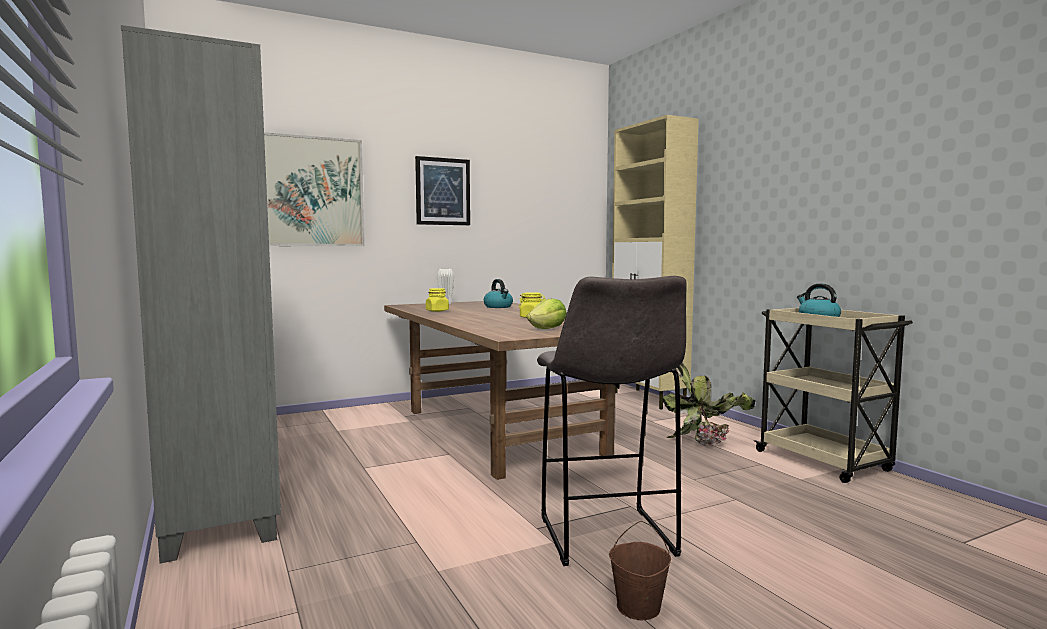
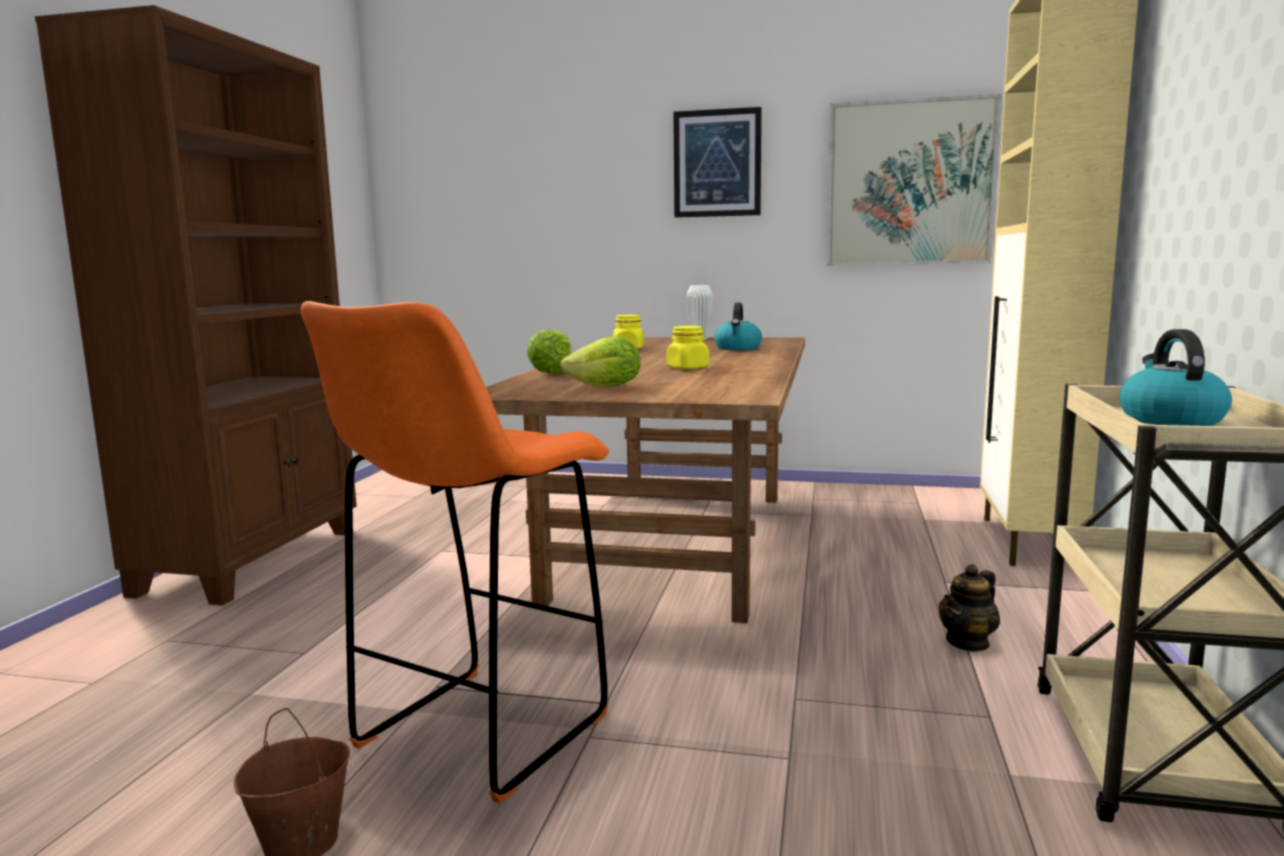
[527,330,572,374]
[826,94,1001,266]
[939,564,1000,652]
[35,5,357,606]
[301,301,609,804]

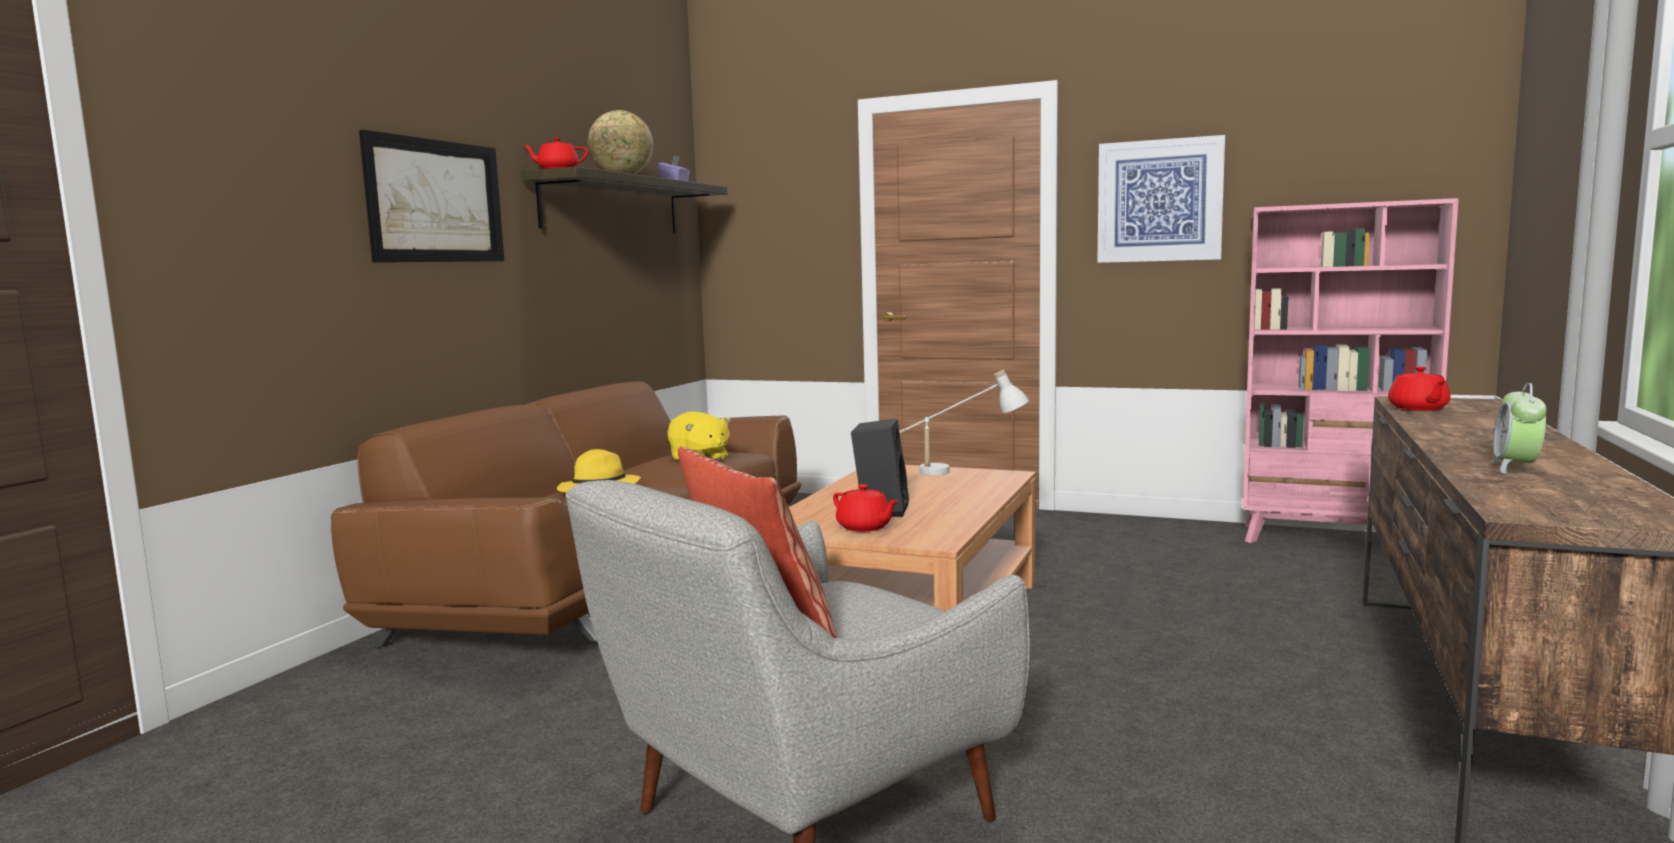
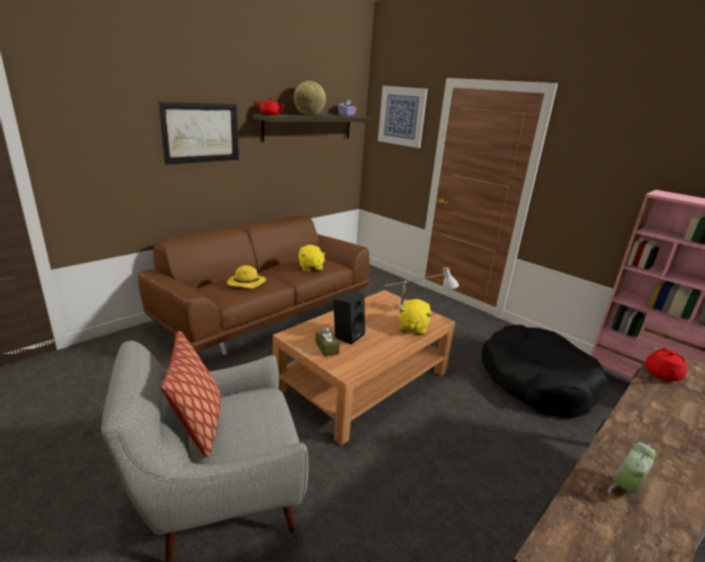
[399,299,432,335]
[482,325,607,418]
[378,86,428,148]
[315,327,340,357]

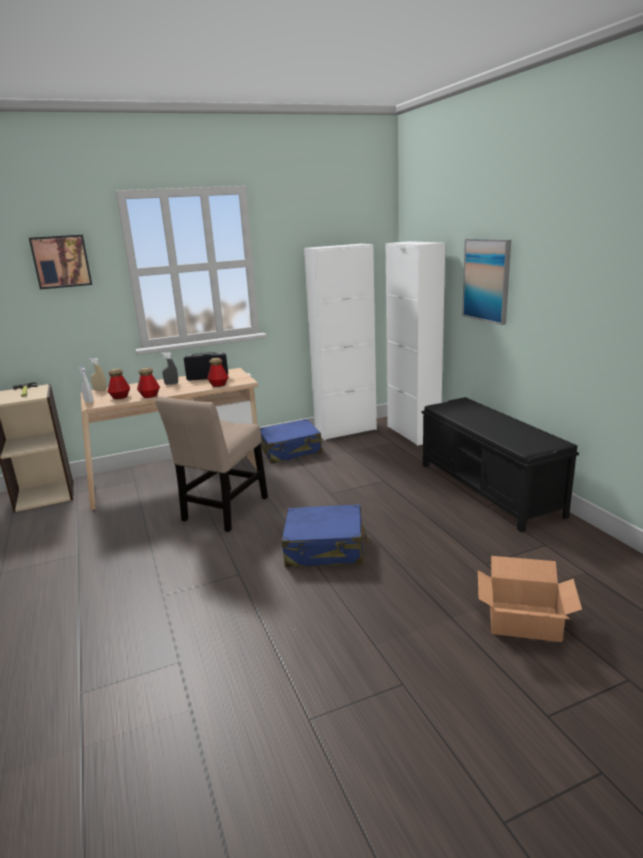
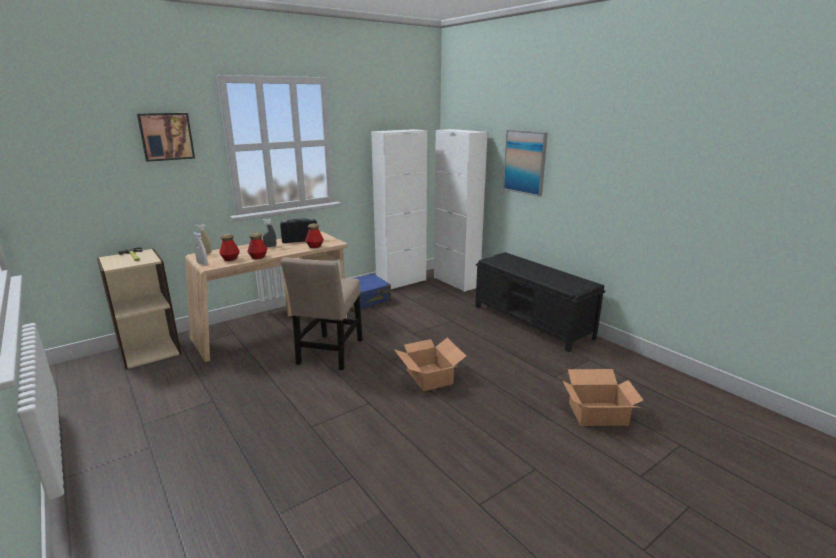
[394,338,466,391]

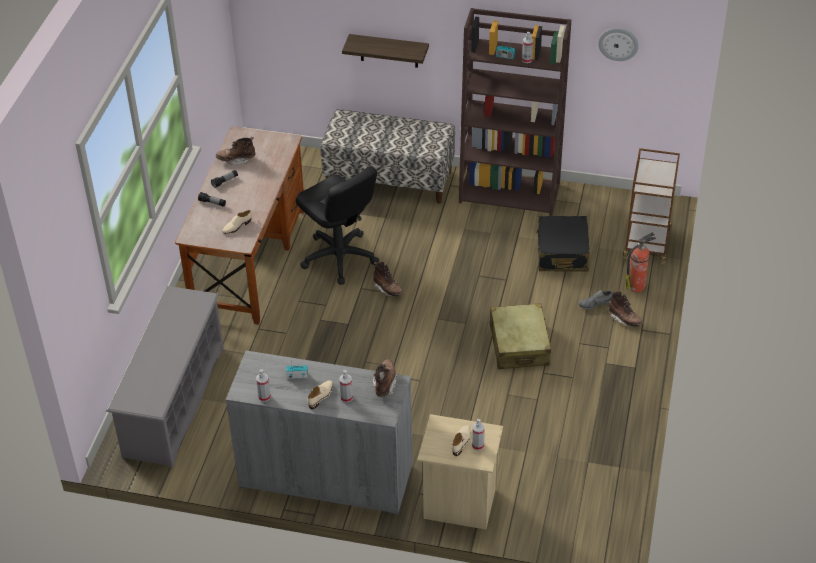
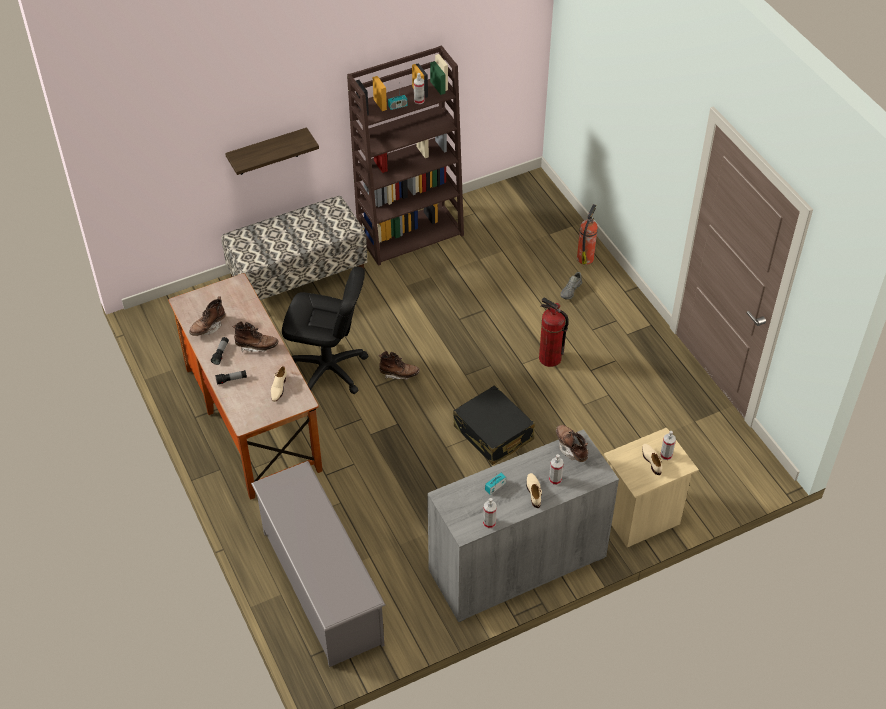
[598,28,639,61] (first image)
[623,148,680,266] (first image)
[453,385,535,465]
[232,321,278,352]
[539,297,569,367]

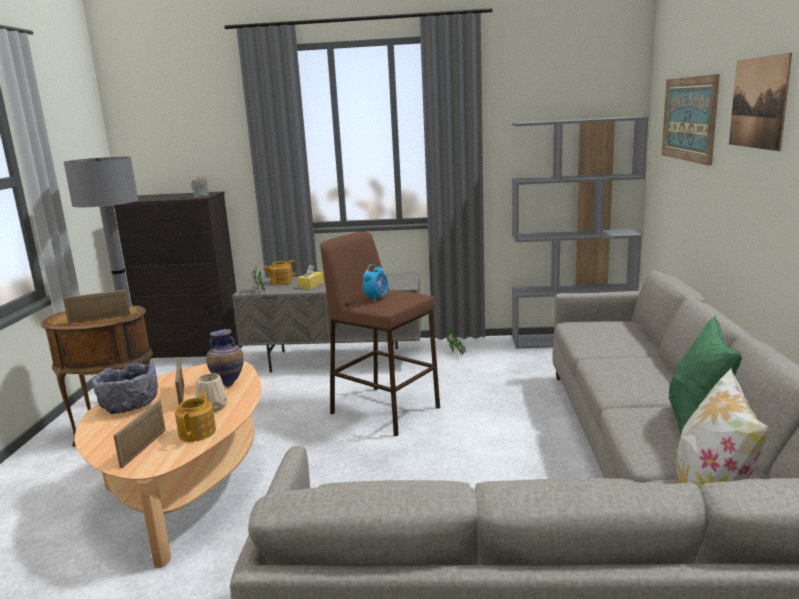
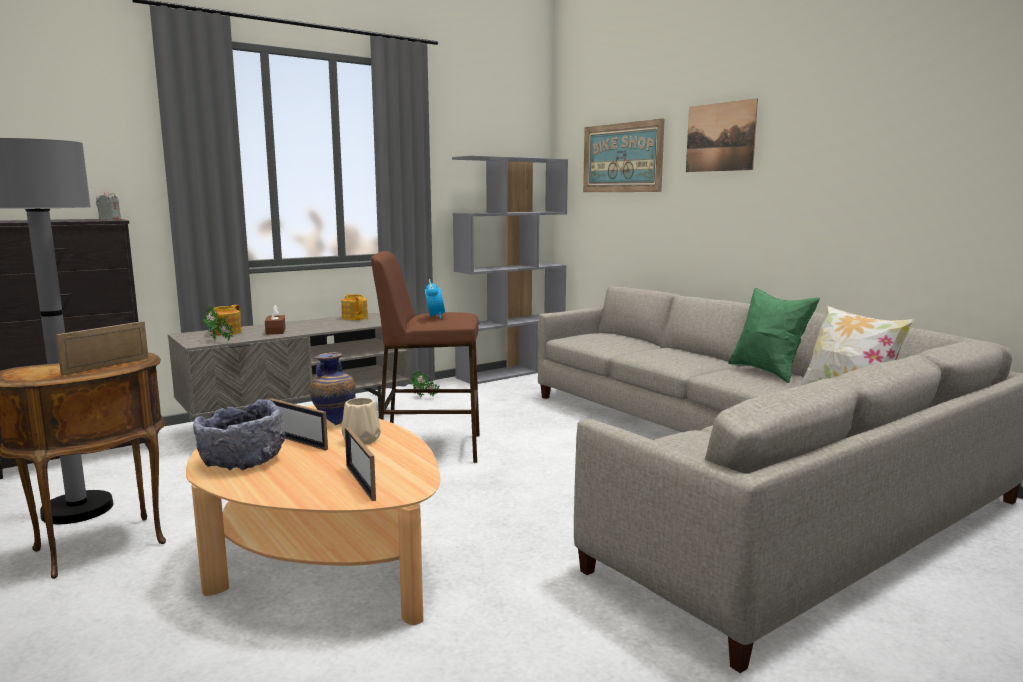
[341,294,368,320]
[265,305,286,335]

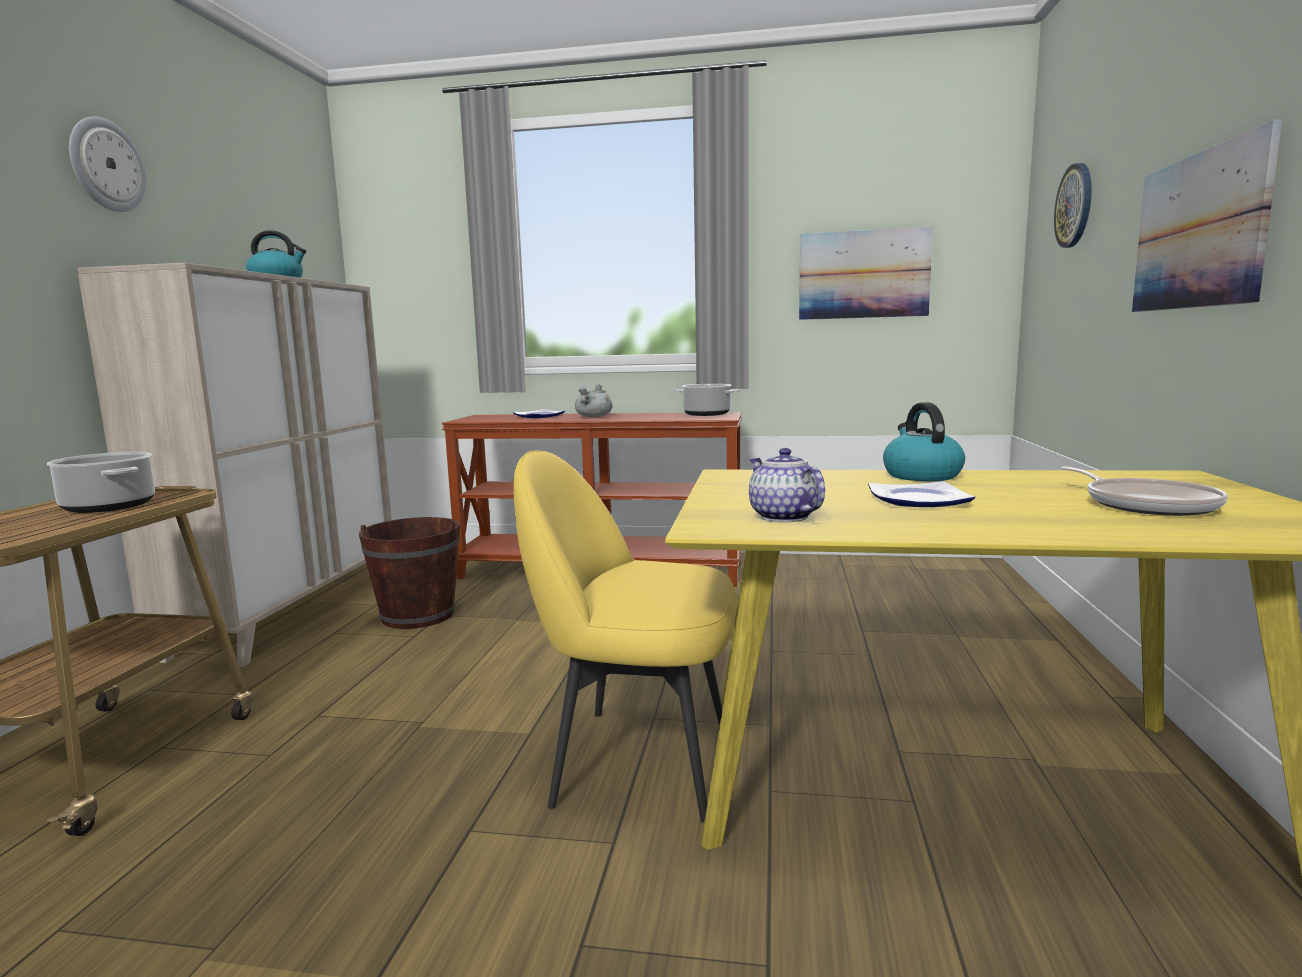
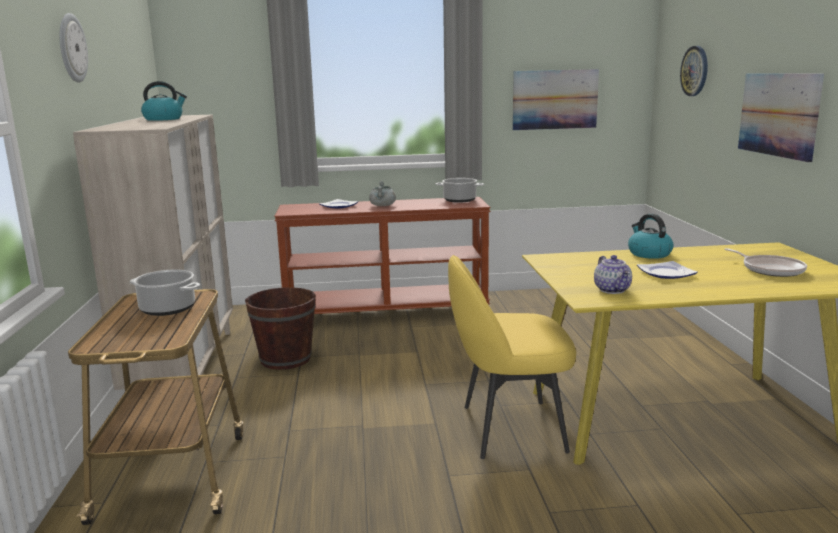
[594,255,632,294]

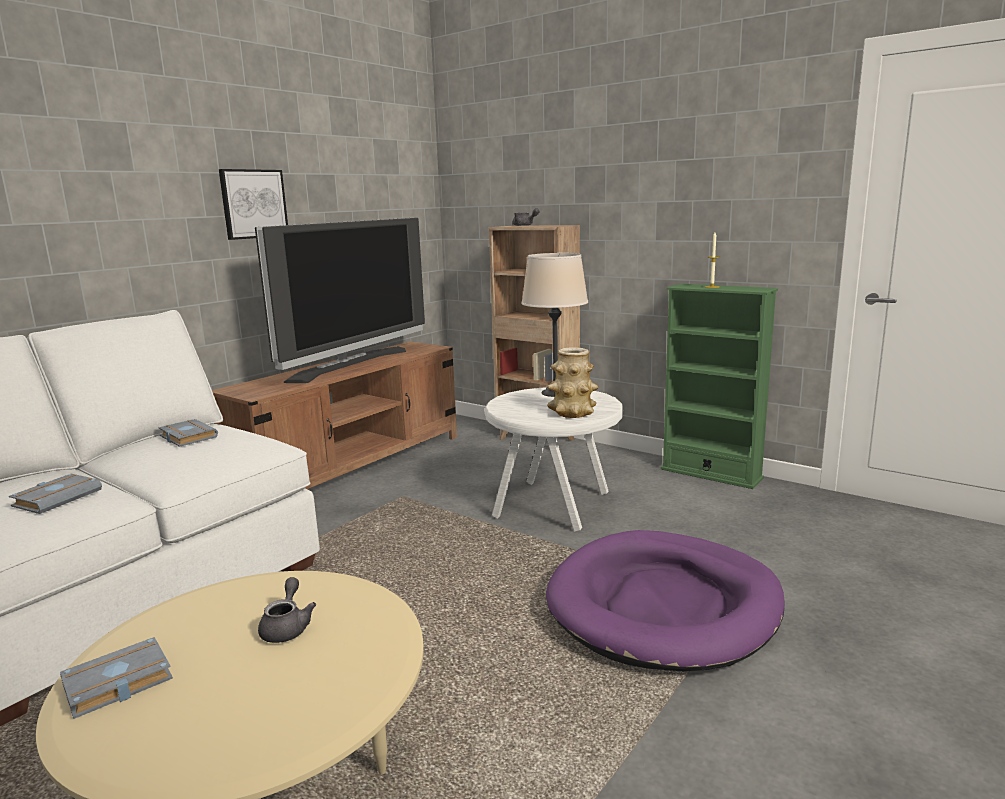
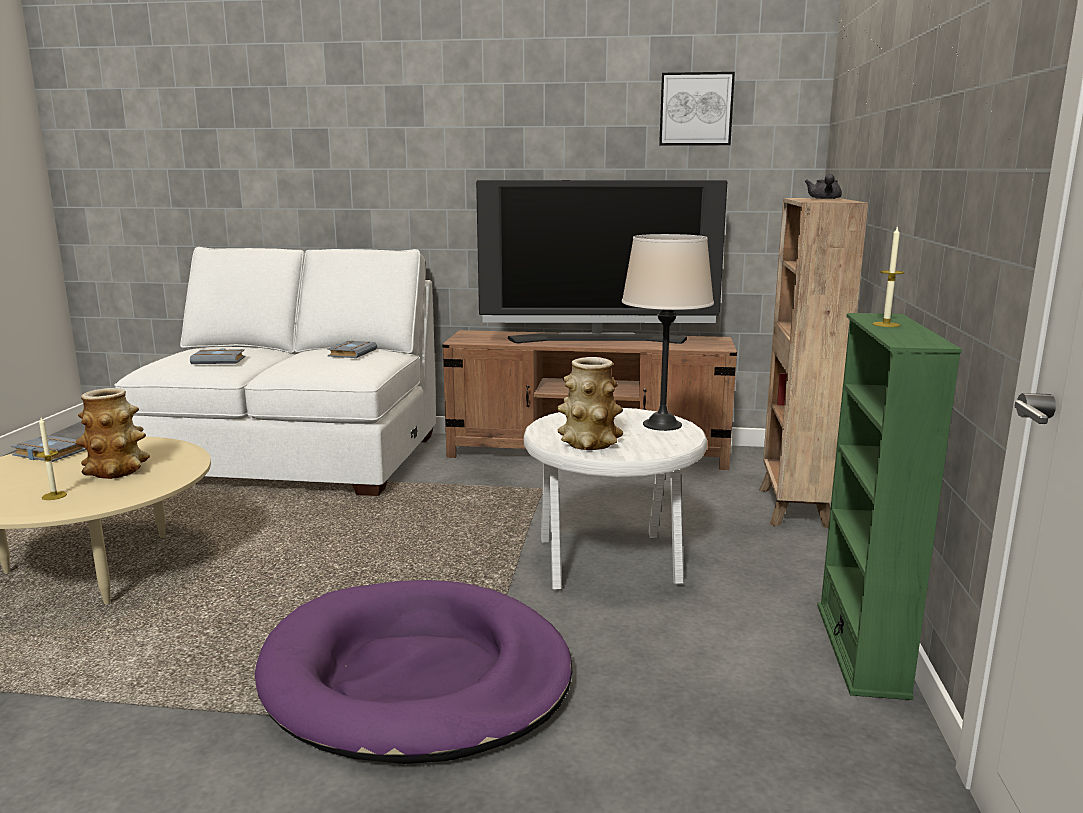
[36,418,67,500]
[659,72,735,146]
[75,388,150,479]

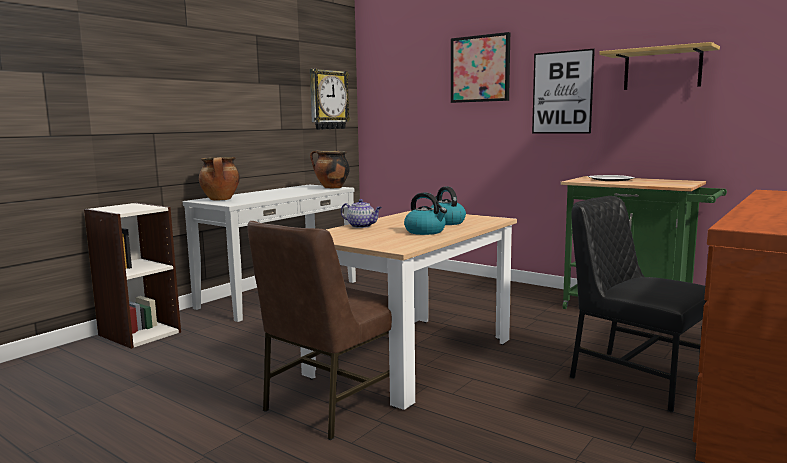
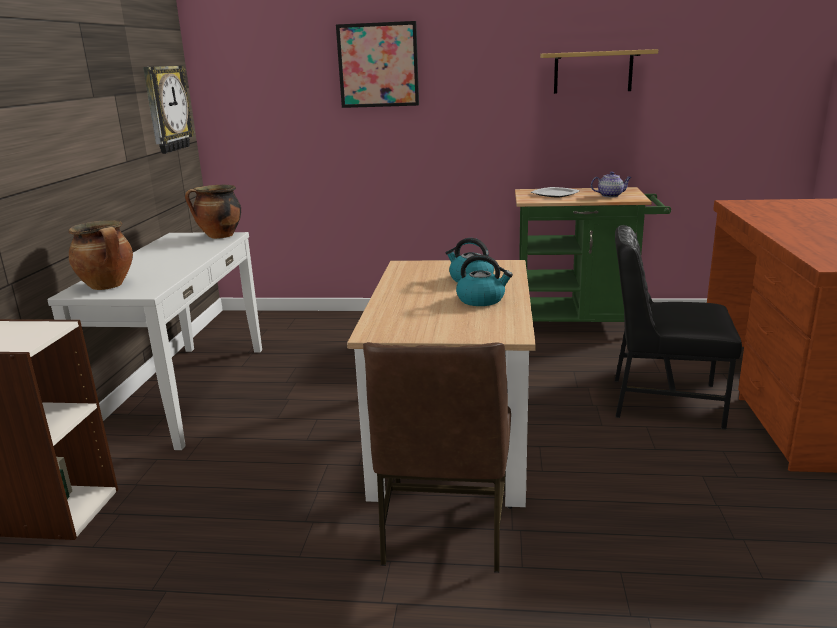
[532,49,595,133] (first image)
[591,171,632,197]

